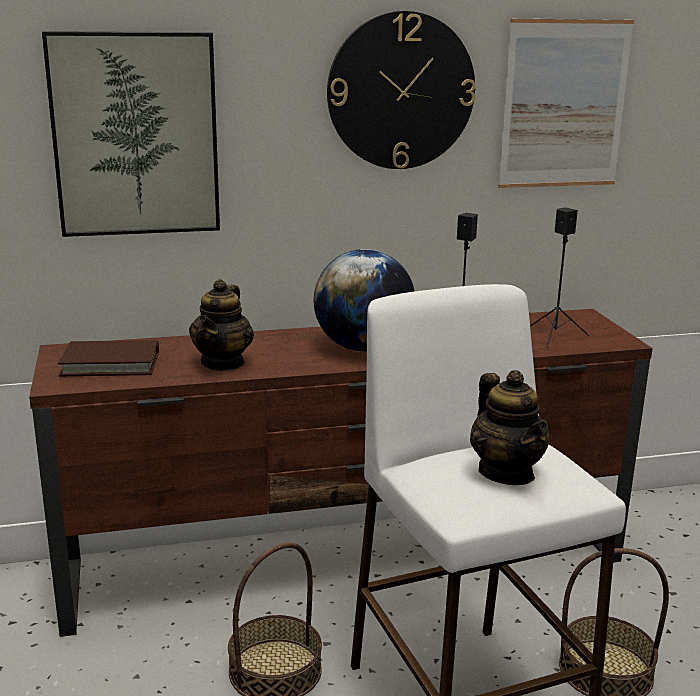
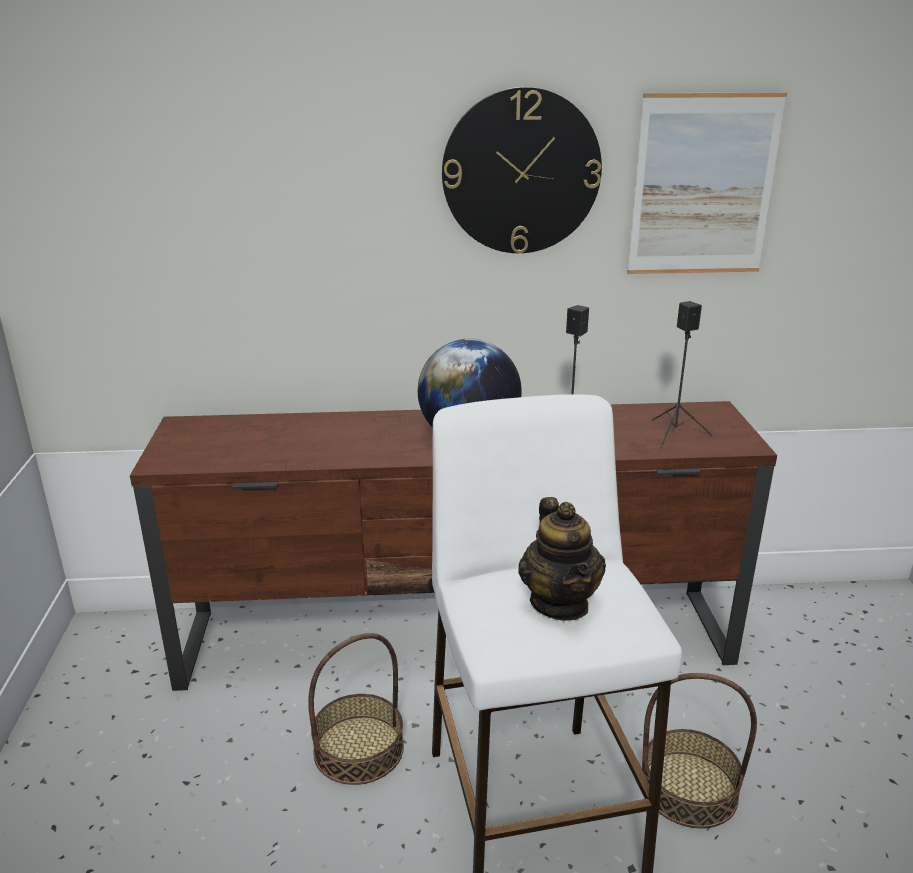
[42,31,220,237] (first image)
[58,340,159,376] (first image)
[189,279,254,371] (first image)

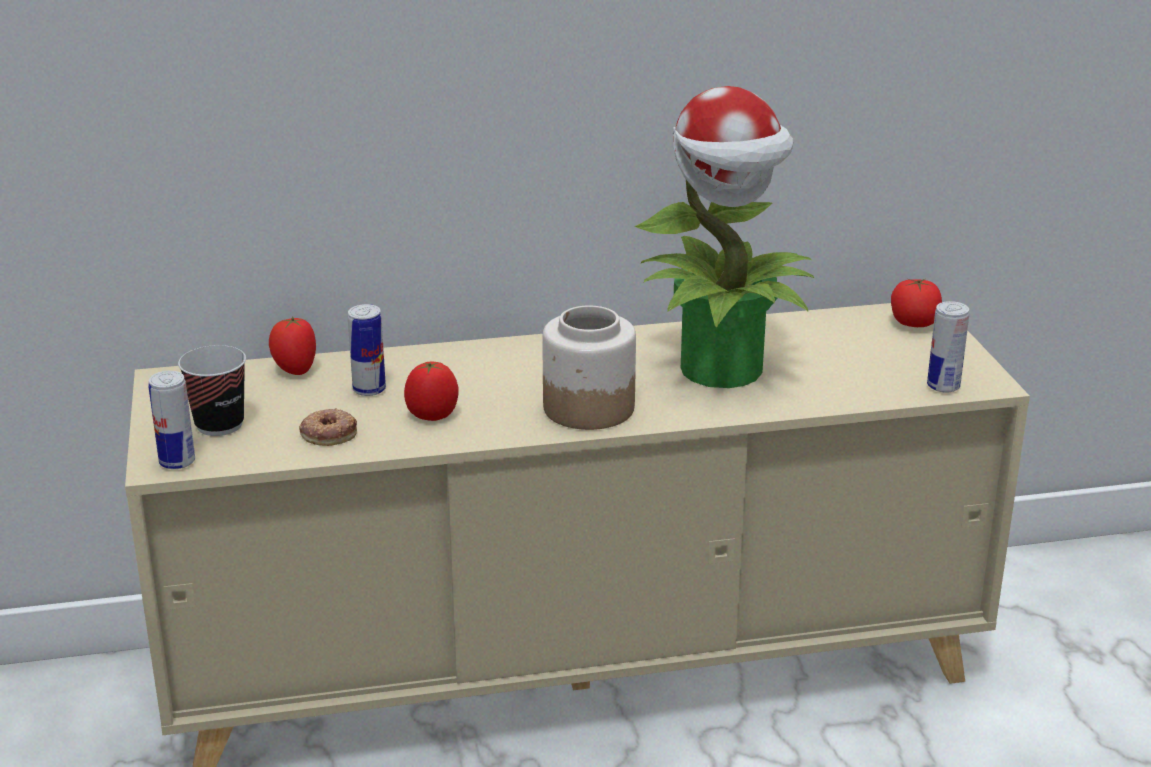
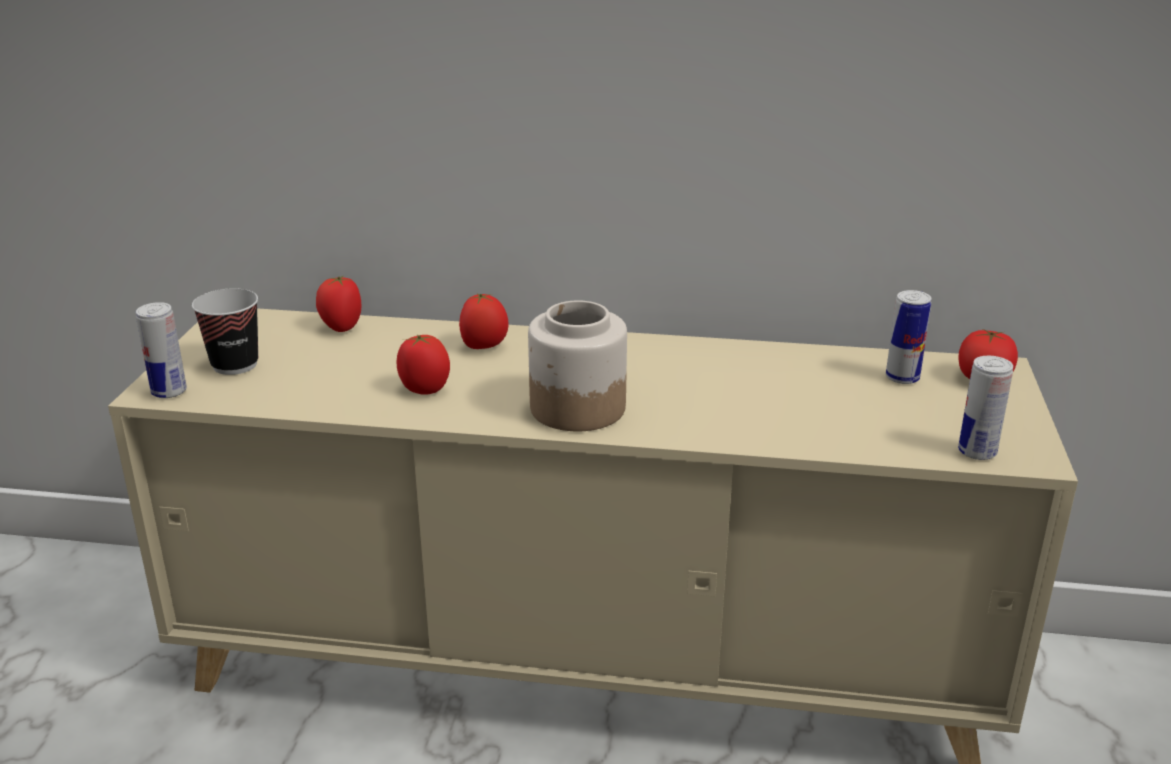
[299,408,357,446] (first image)
[635,86,814,388] (first image)
[459,293,509,349]
[886,290,931,384]

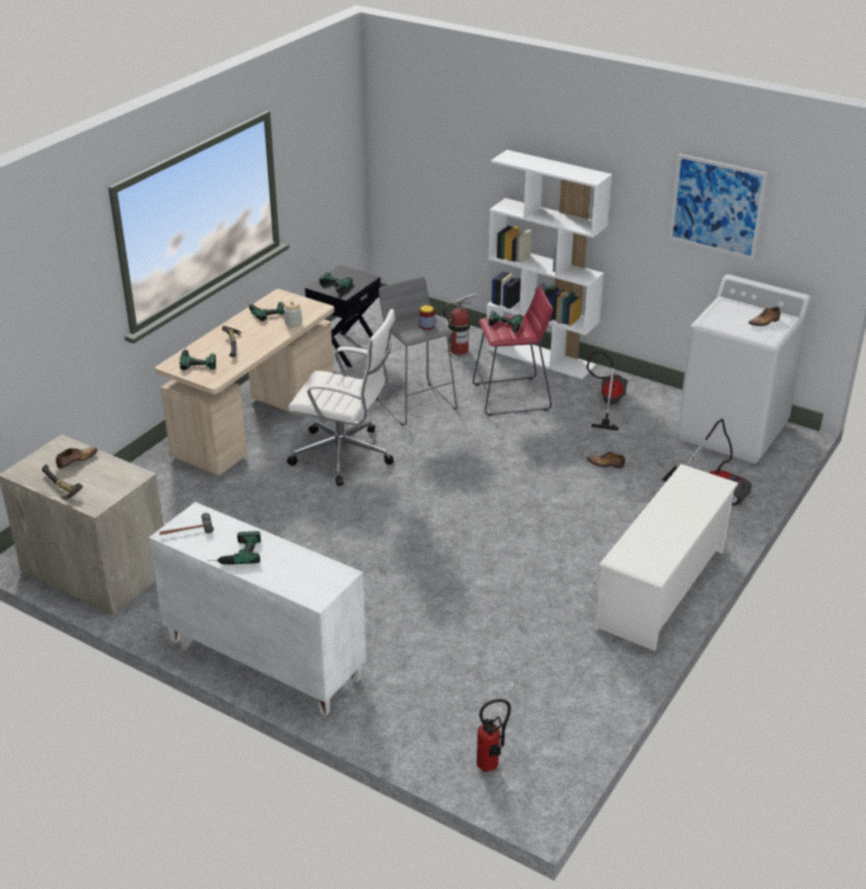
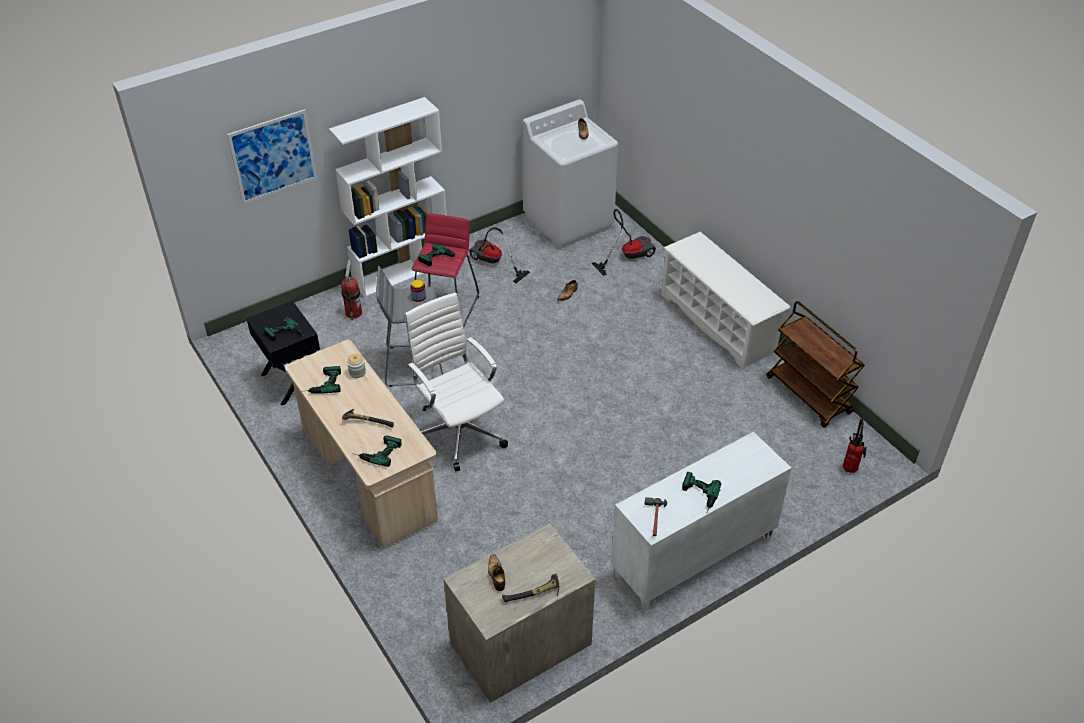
[767,301,865,428]
[227,109,317,204]
[405,292,508,472]

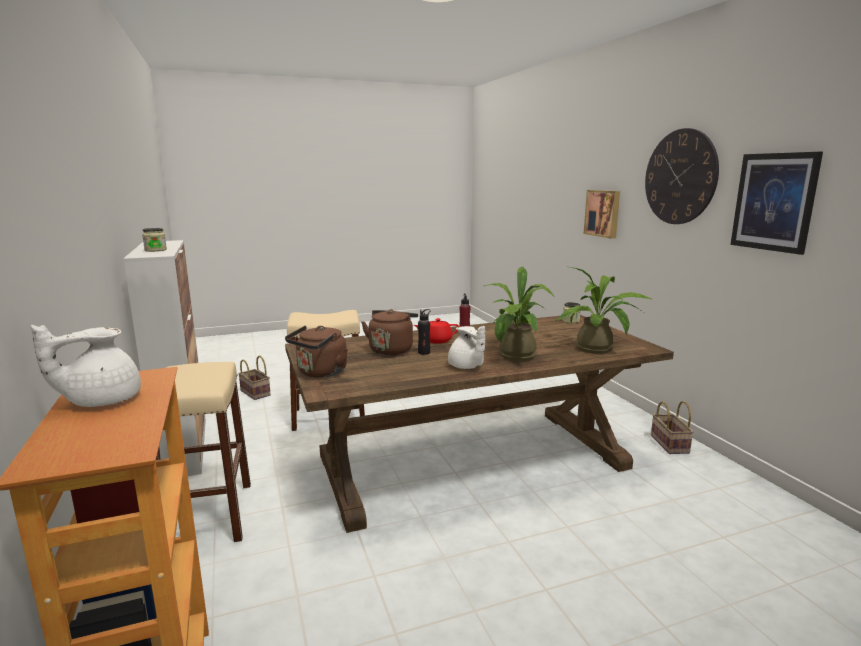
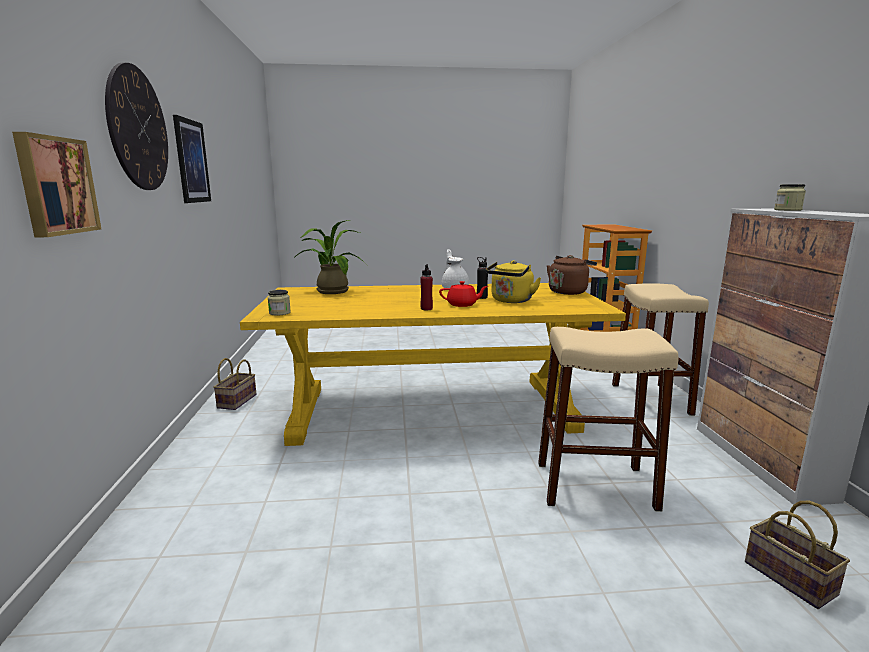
[31,325,141,407] (first image)
[485,267,554,361] (first image)
[240,283,626,446]
[486,260,541,303]

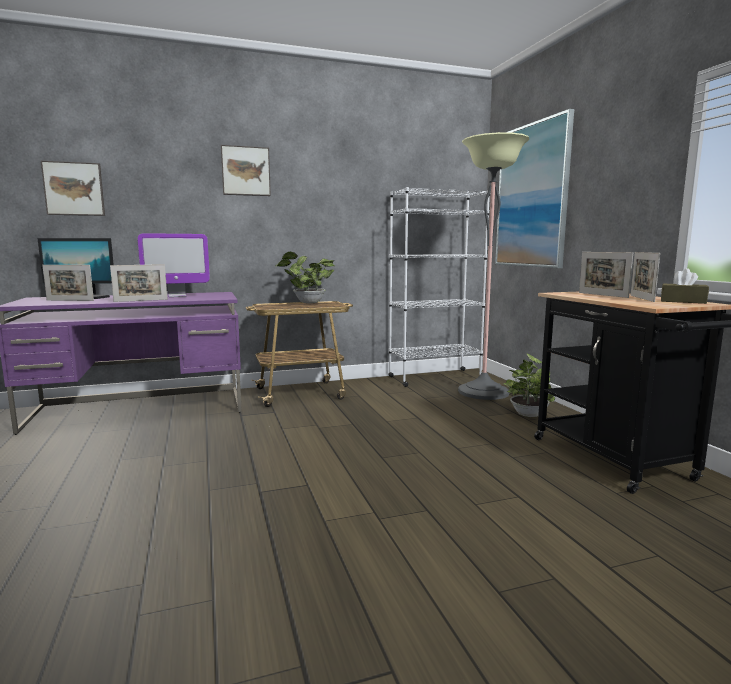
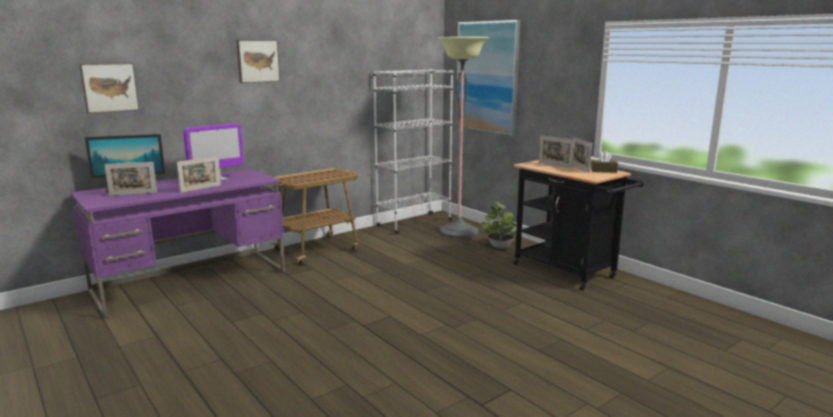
[275,252,335,303] (first image)

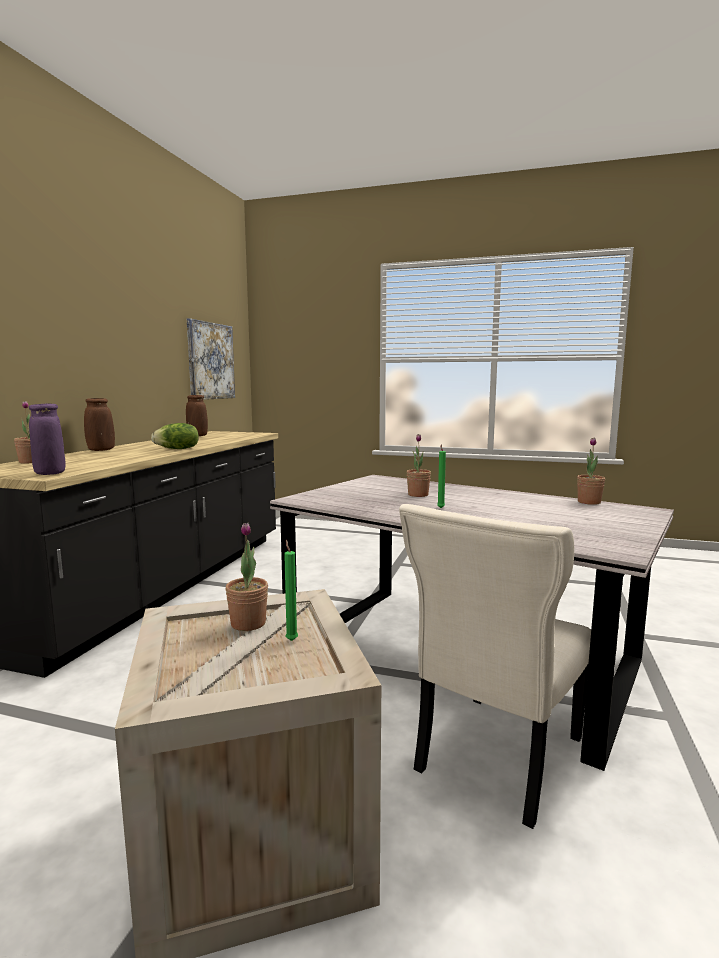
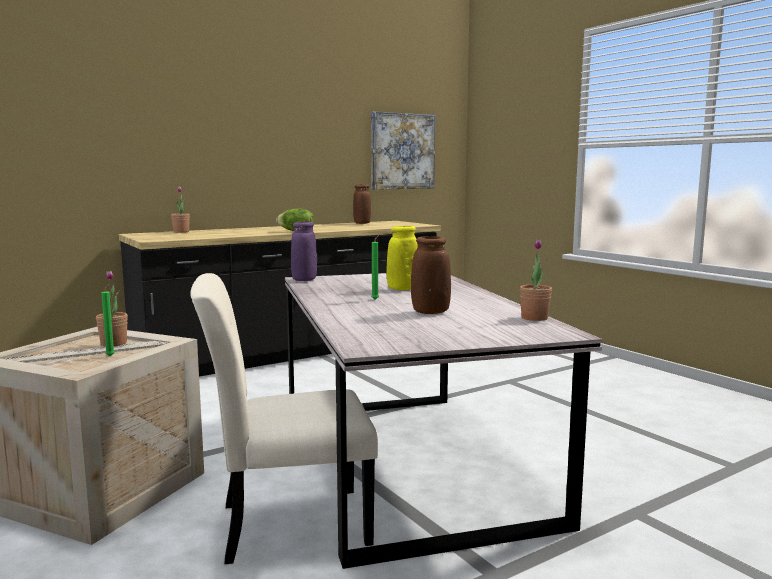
[291,221,317,281]
[411,236,451,314]
[387,226,418,290]

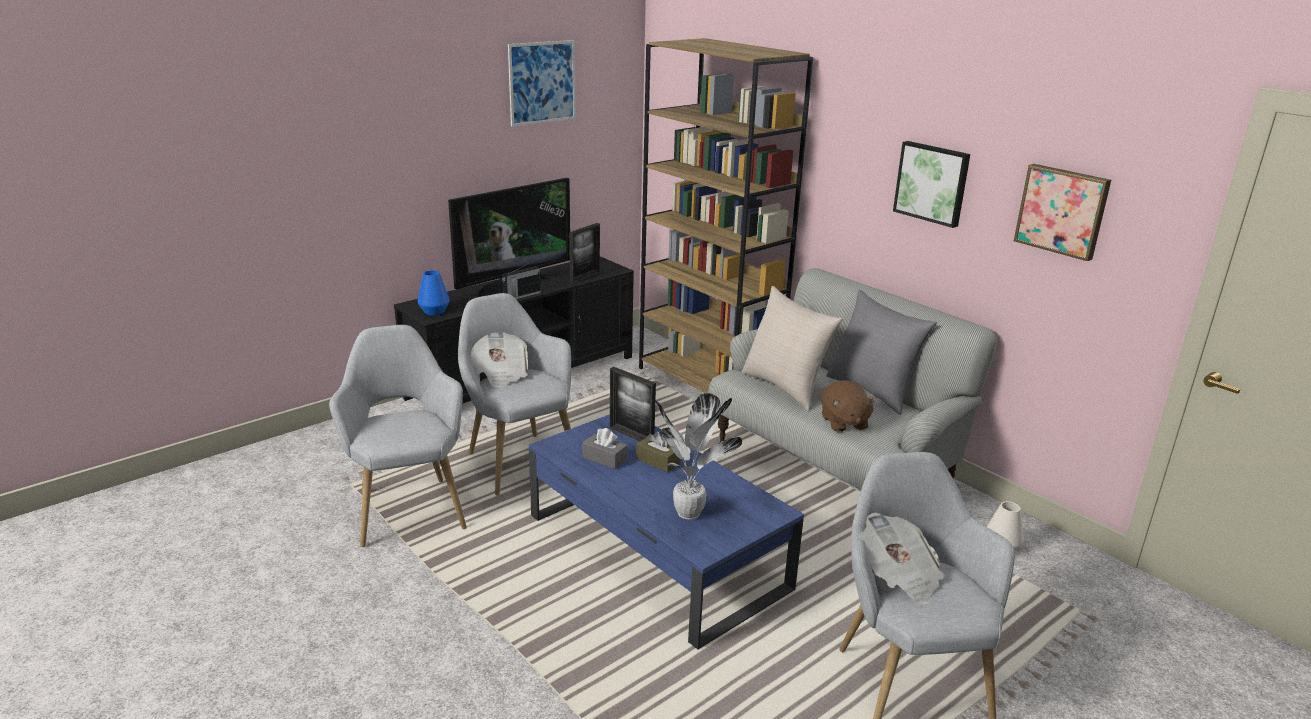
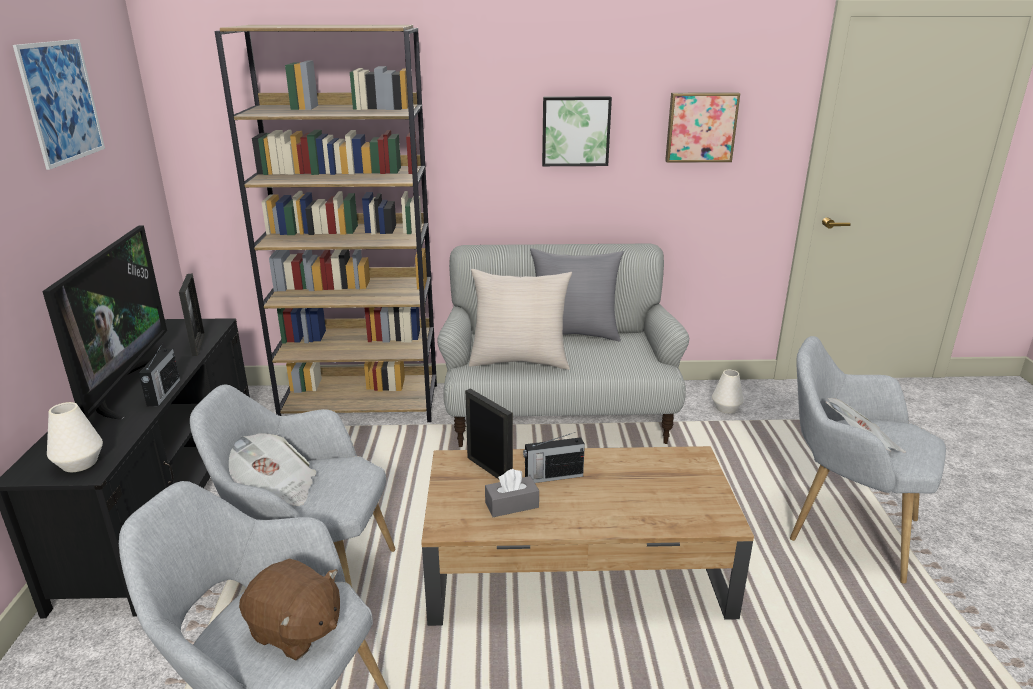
[655,393,742,520] (first image)
[239,558,340,660]
[523,432,585,483]
[47,402,103,472]
[421,446,754,626]
[465,388,513,479]

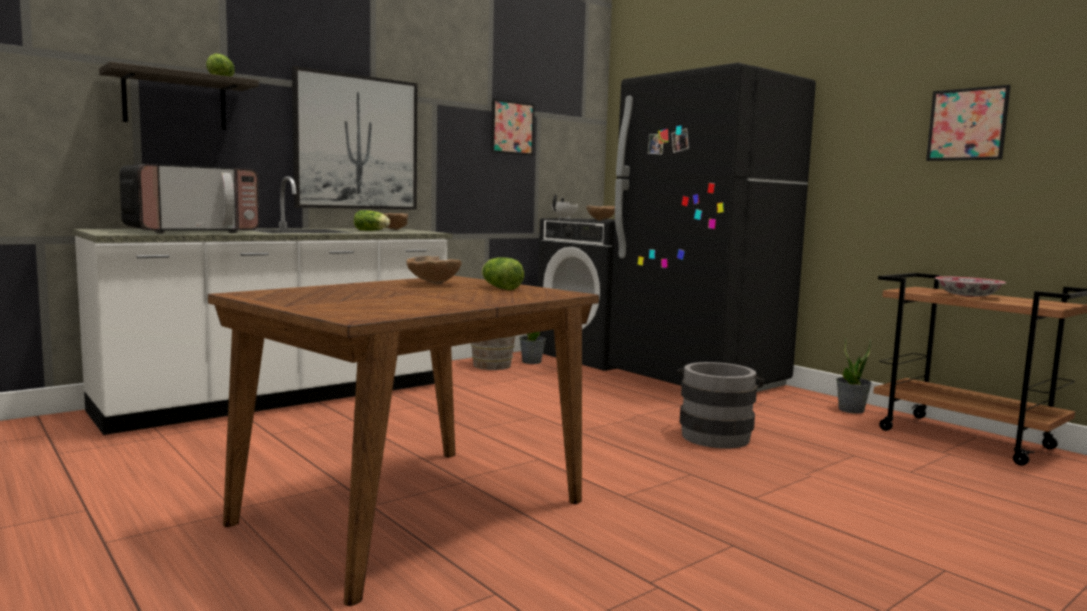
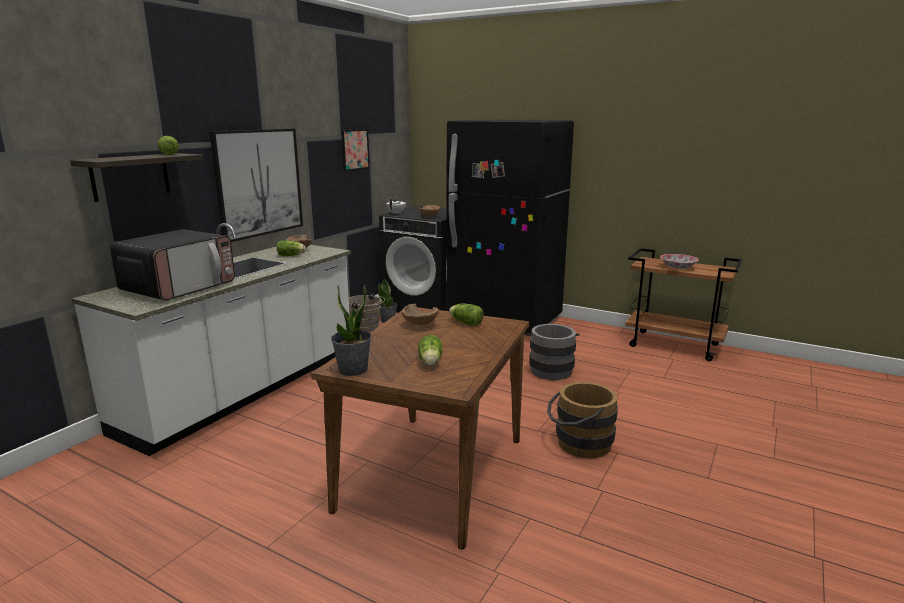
[926,85,1011,161] (first image)
[418,335,442,366]
[547,382,618,458]
[331,284,371,376]

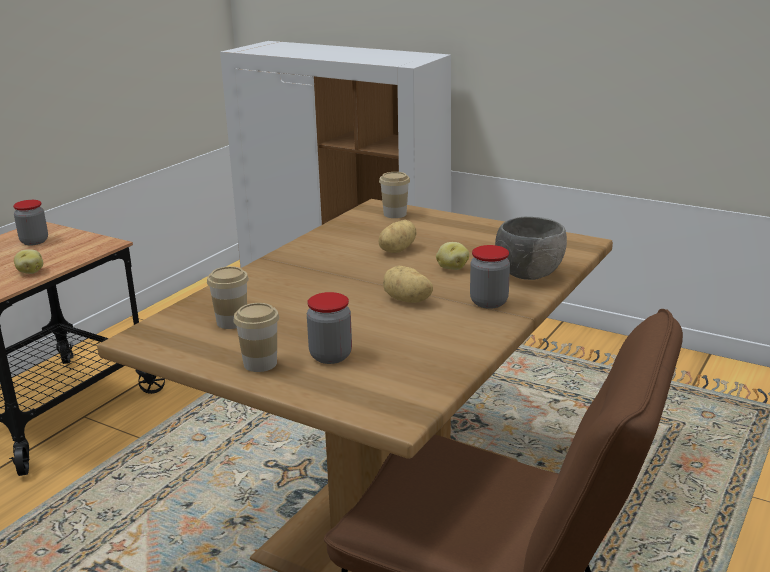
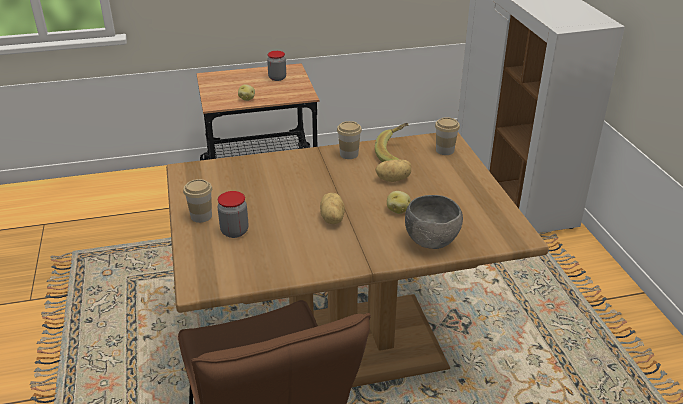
[470,245,510,309] (first image)
[375,123,408,162]
[337,121,362,159]

